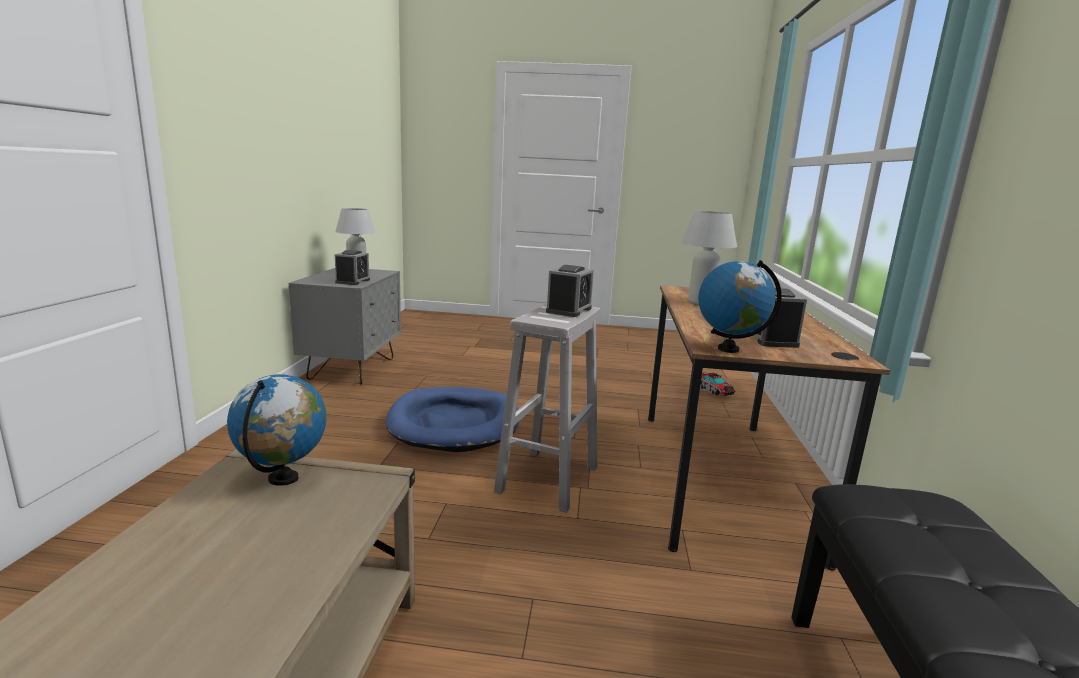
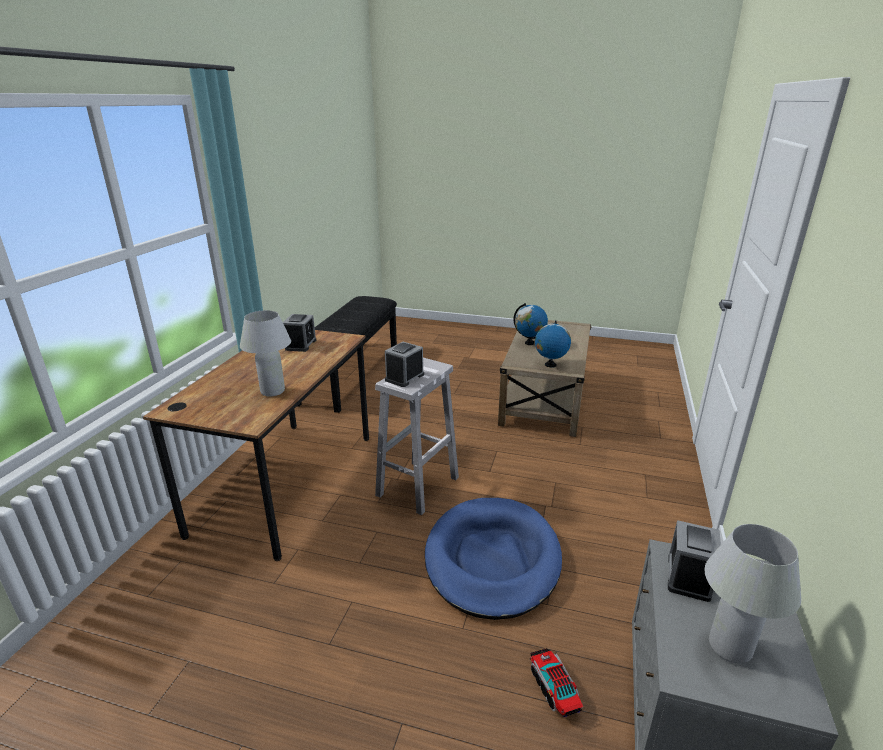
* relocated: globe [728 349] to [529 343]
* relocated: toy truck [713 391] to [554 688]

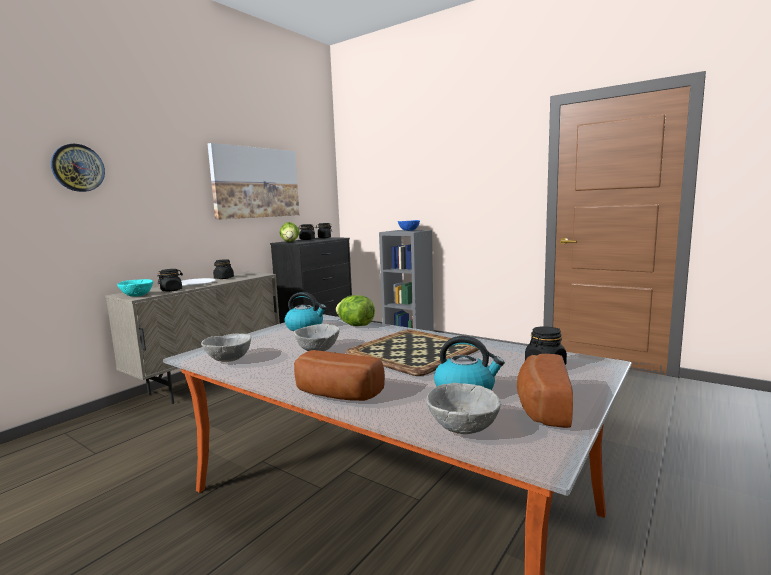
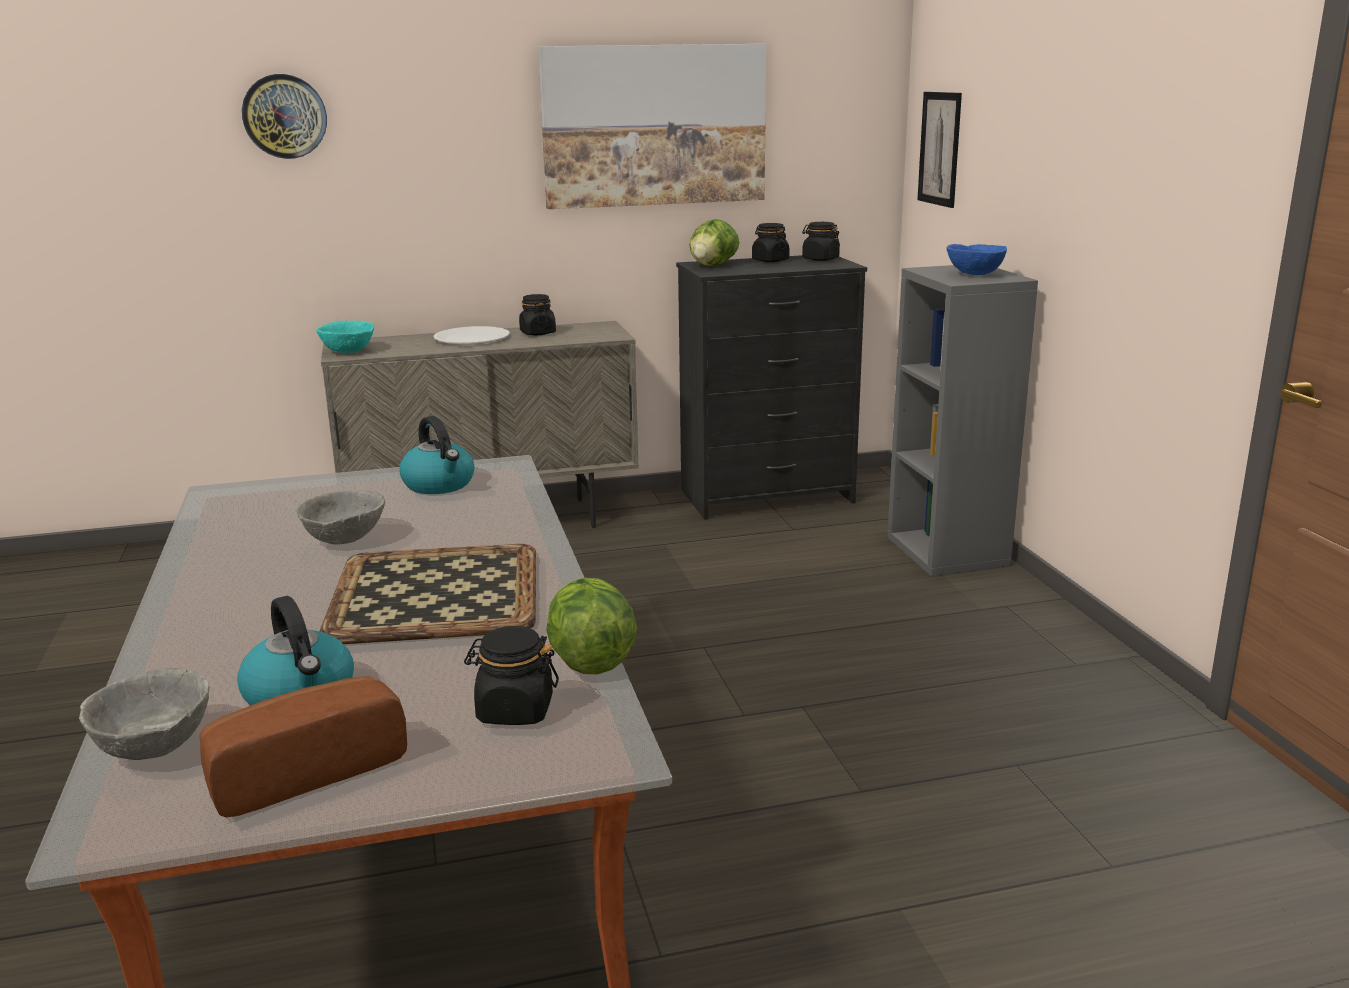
* missing: jar (black) [171 290]
* missing: bowl (grey) [228 360]
* missing: bread [335 395]
* relocated: lettuce [355 325] to [591 661]
* appeared: picture [940 148]

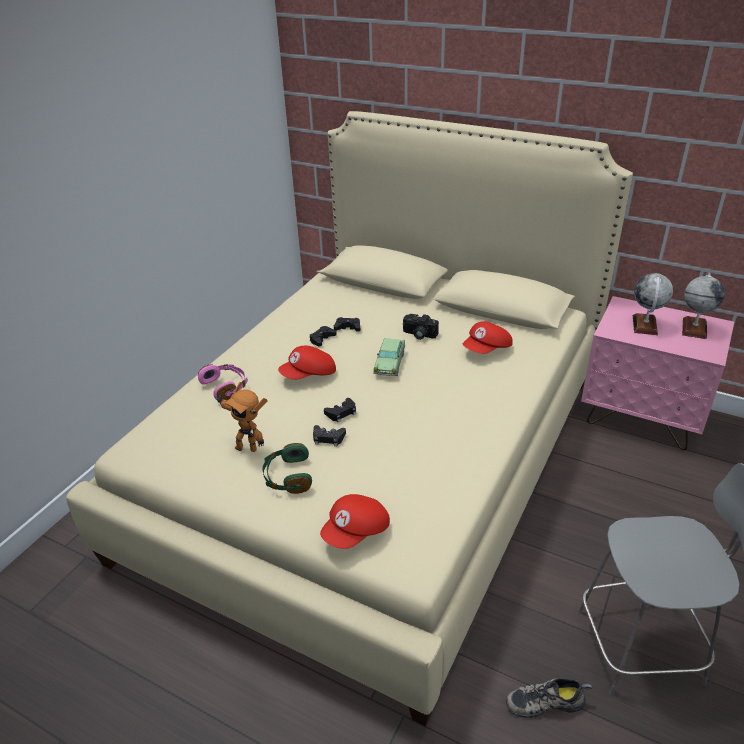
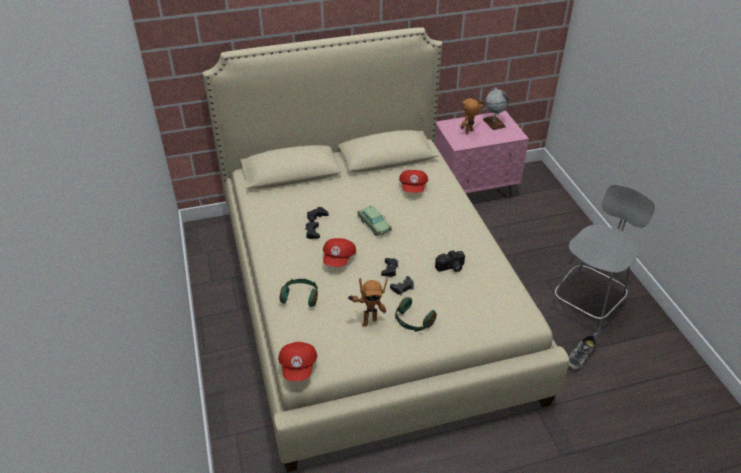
* colour: headphones (pink) [226 387] to headphones (green) [300 296]
* relocated: cap (red) [357 532] to [299 367]
* relocated: photo camera [418 334] to [450 268]
* exchanged: globe [645 325] to toy robot [470 132]

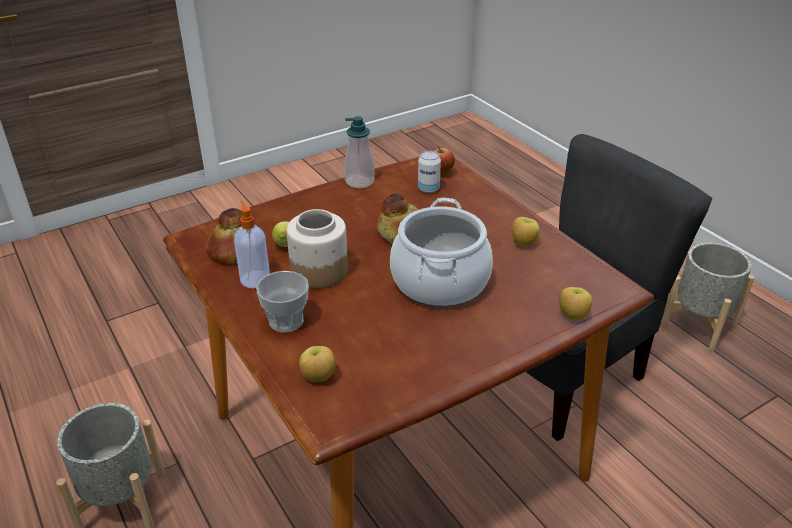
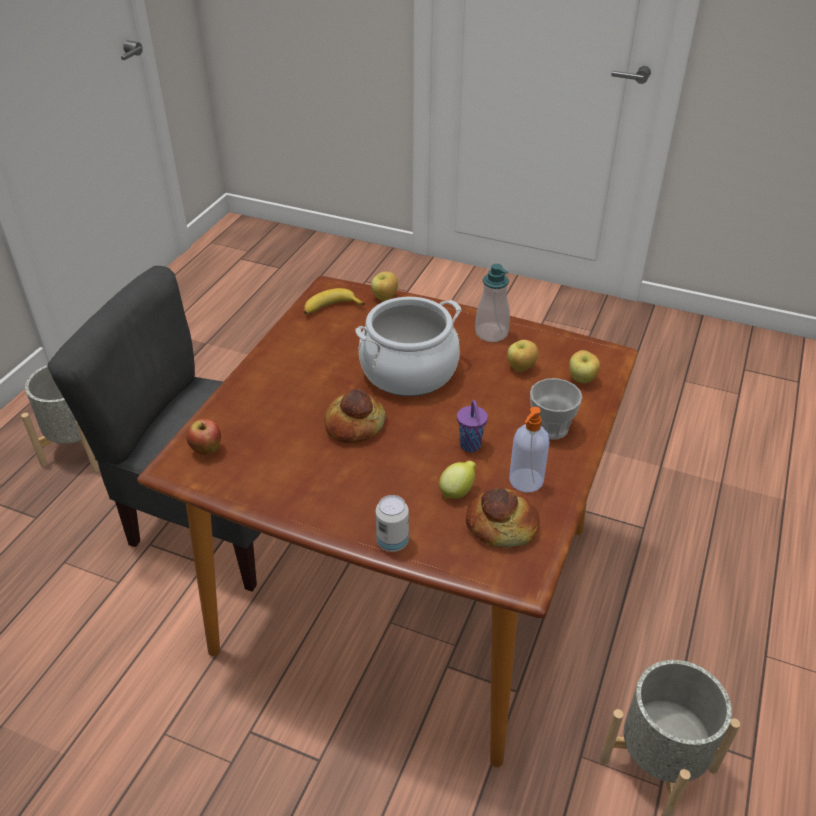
* exchanged: jar [318 271] to cup (purple) [470 446]
* relocated: soap dispenser [359 181] to [491 333]
* relocated: can [428 189] to [392 542]
* relocated: apple [523 243] to [521 368]
* appeared: banana [331 308]

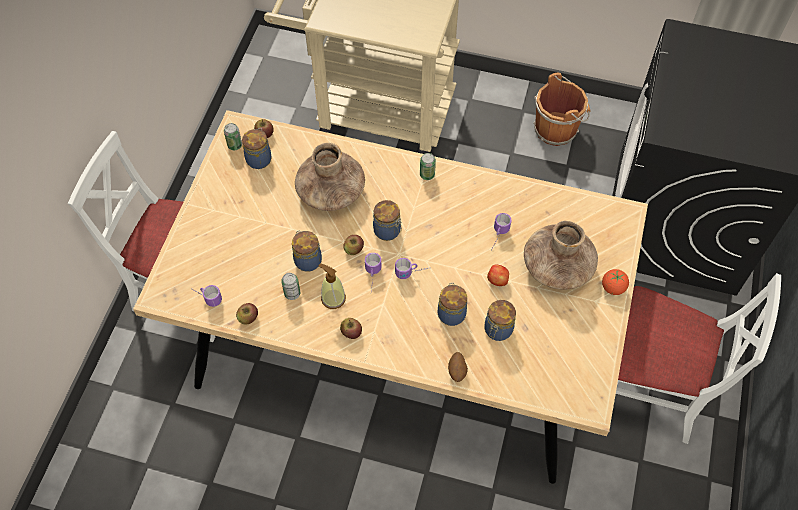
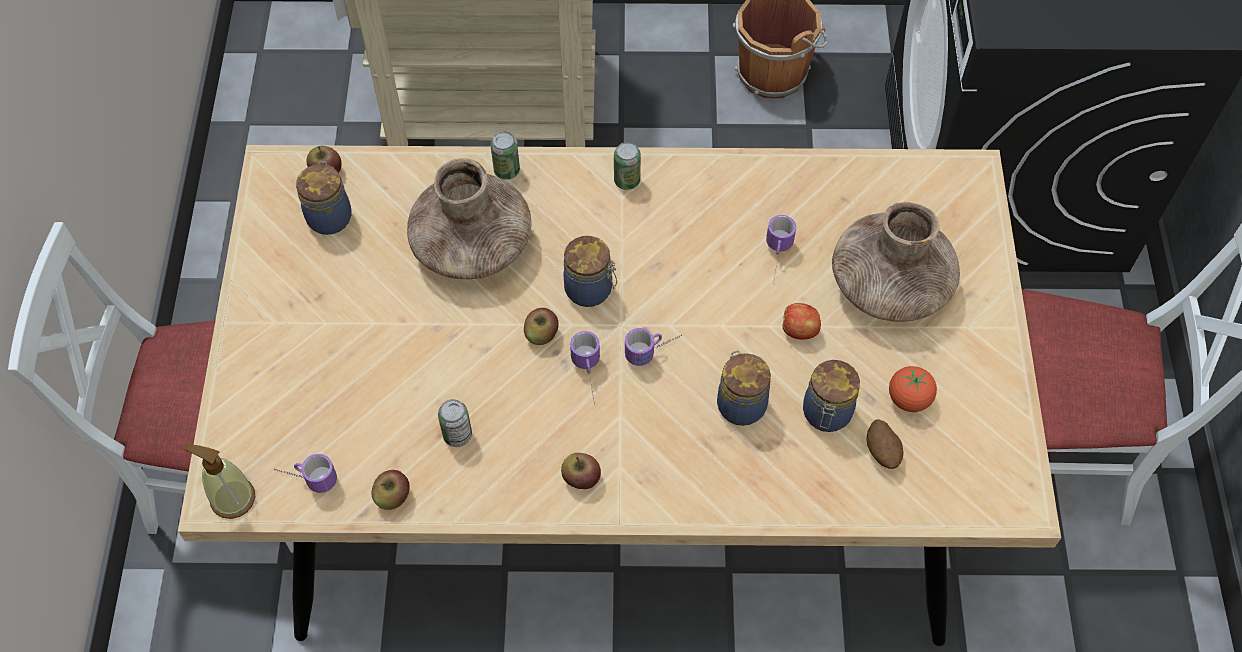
* relocated: can [235 145] to [506 170]
* missing: jar [307 260]
* relocated: soap dispenser [333 298] to [232 498]
* relocated: potato [457 371] to [882 452]
* relocated: tomato [613 287] to [908 399]

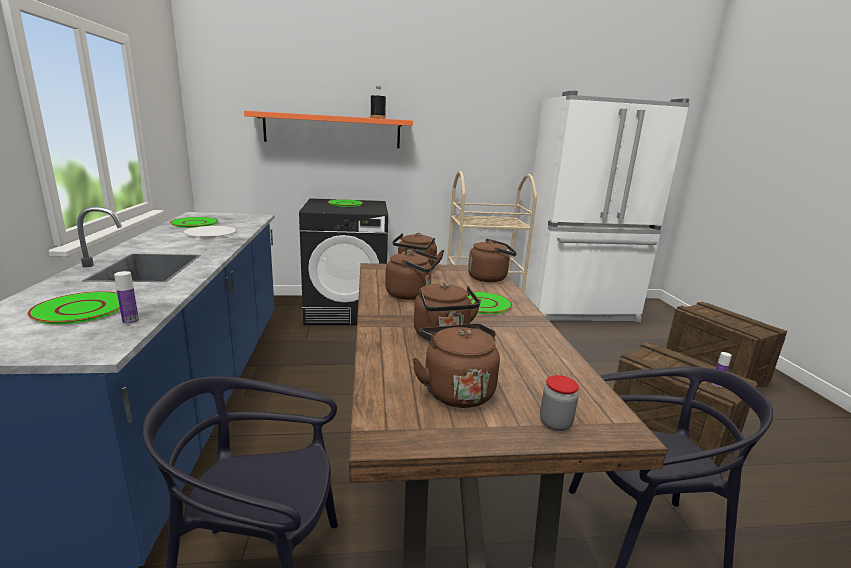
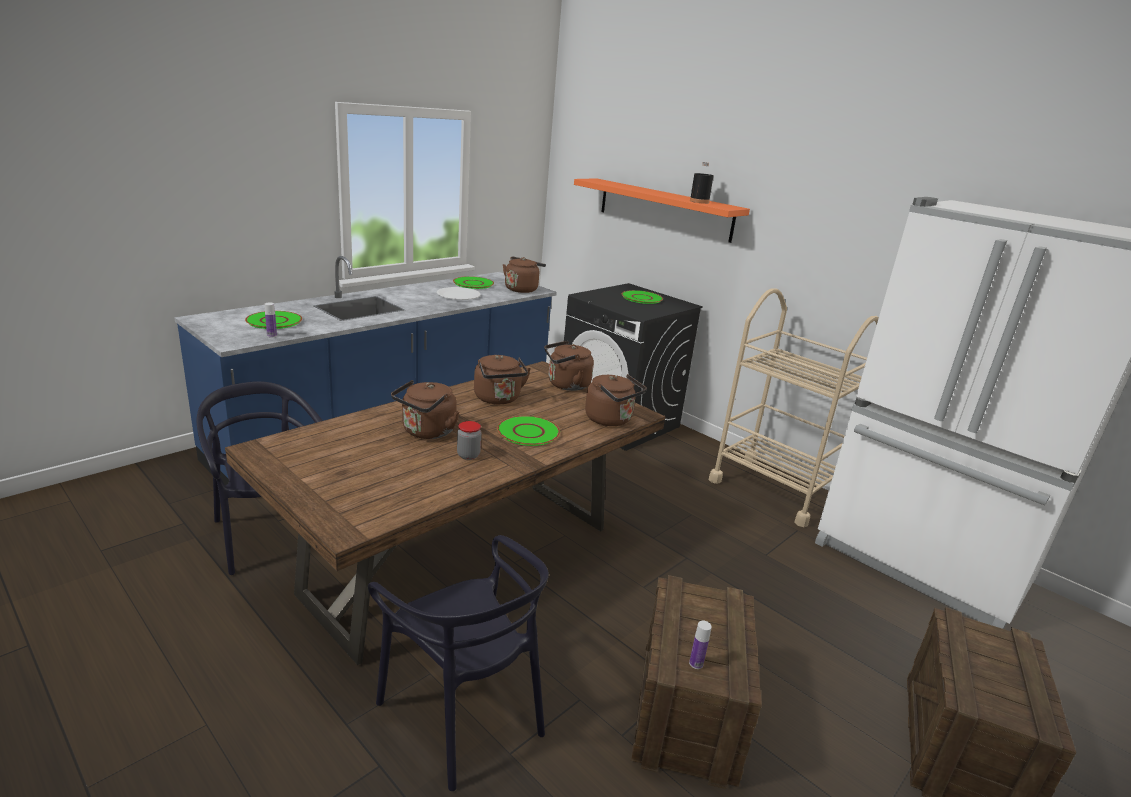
* relocated: kettle (brown) [456 390] to [522 289]
* relocated: jar [555 423] to [468 455]

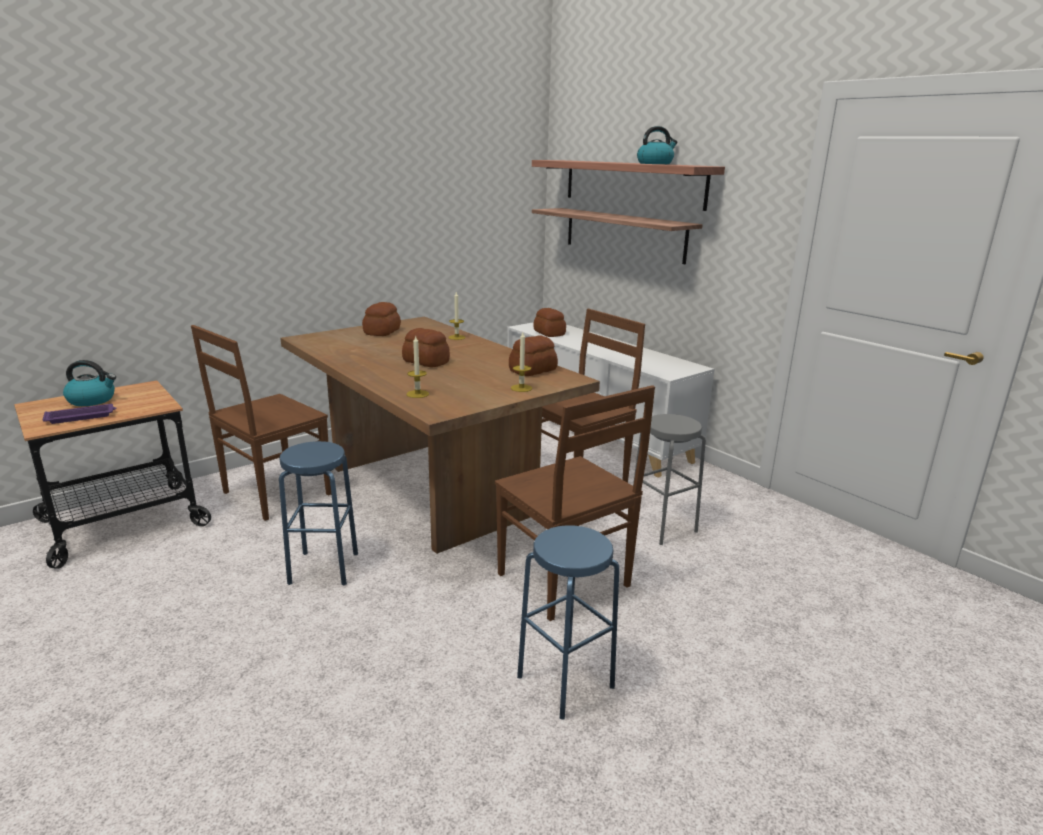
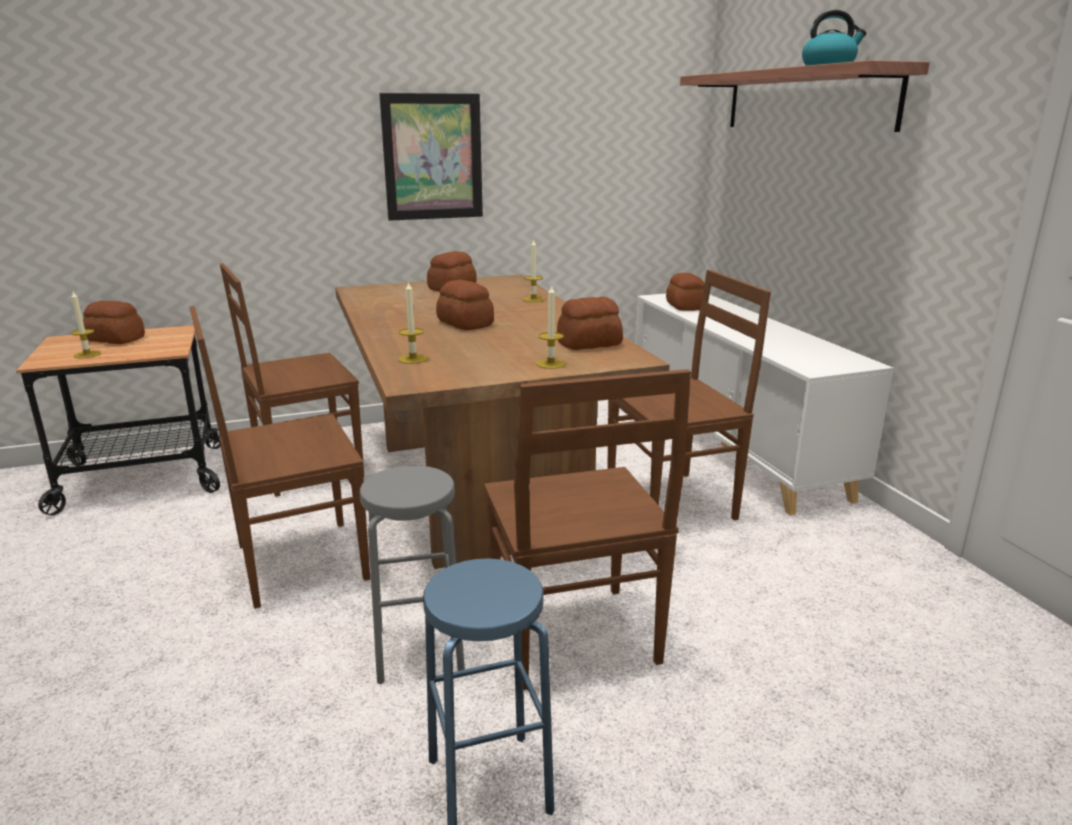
* exchanged: tray (purple) [81 417] to candle [87 354]
* exchanged: kettle [92 400] to bread [116 339]
* exchanged: stool (blue) [323 568] to chair (brown) [297 563]
* missing: shelf [623 234]
* relocated: stool (grey) [662 527] to [419 650]
* appeared: picture [433 157]

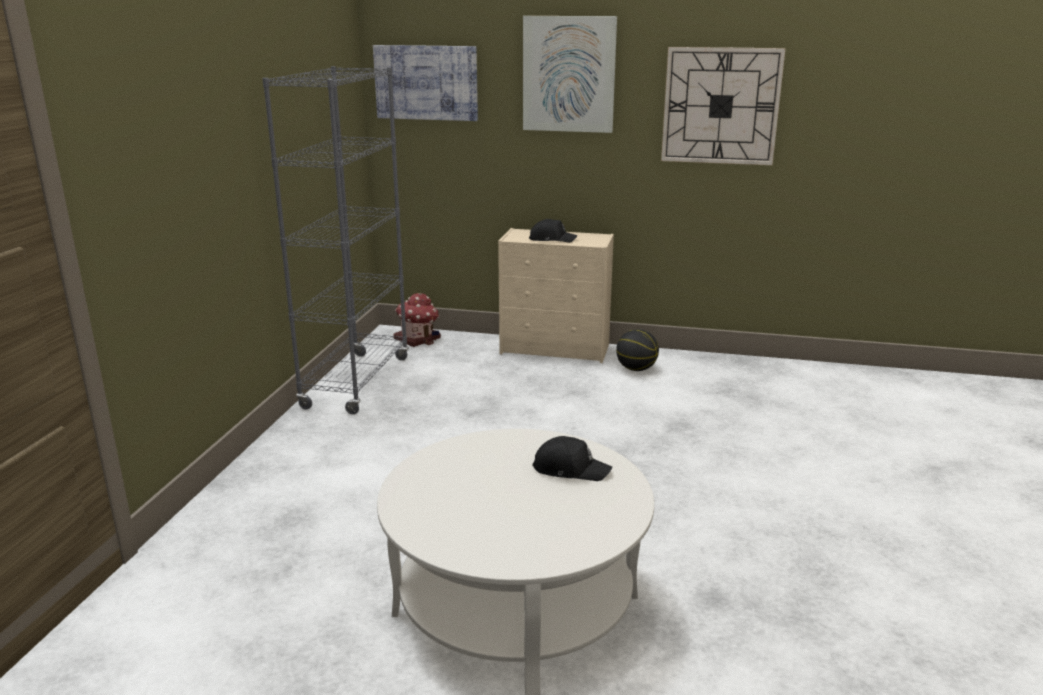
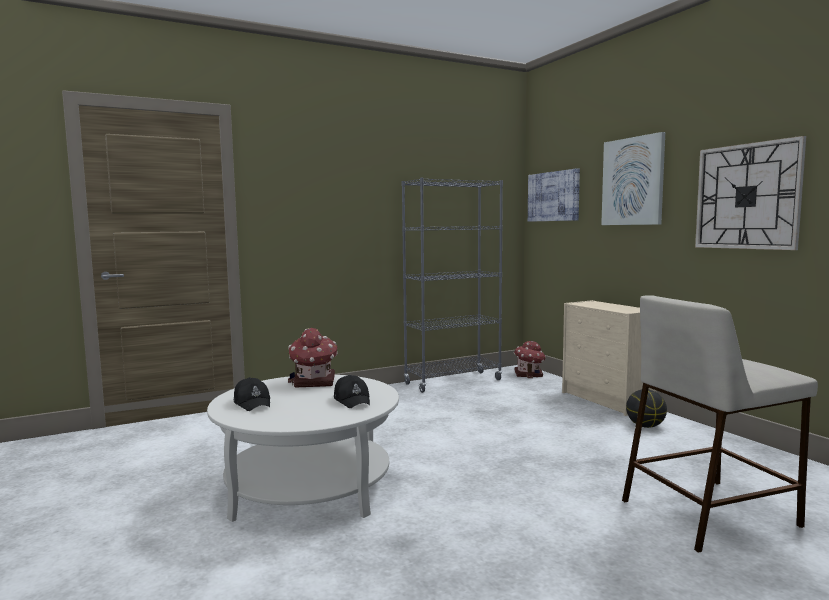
* relocated: cap (black) [552 239] to [252 403]
* appeared: toy house [314 382]
* appeared: stool (beige) [709 512]

